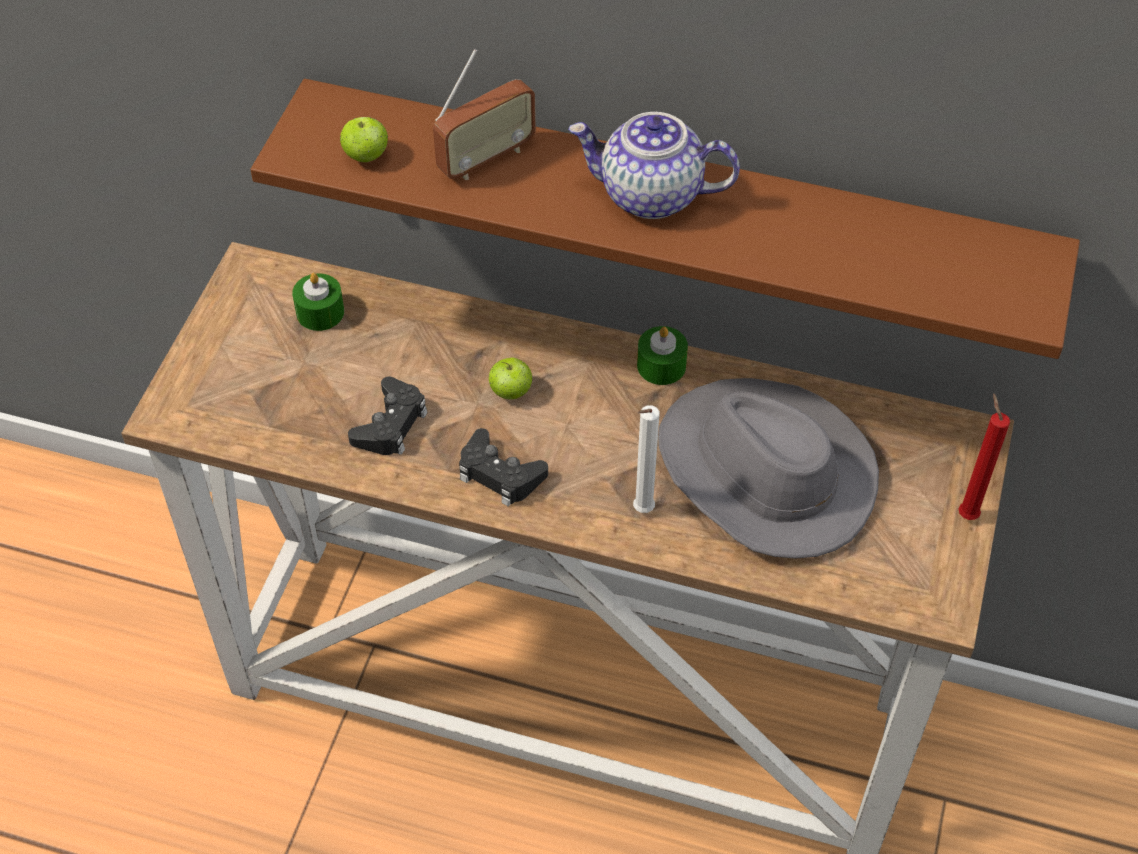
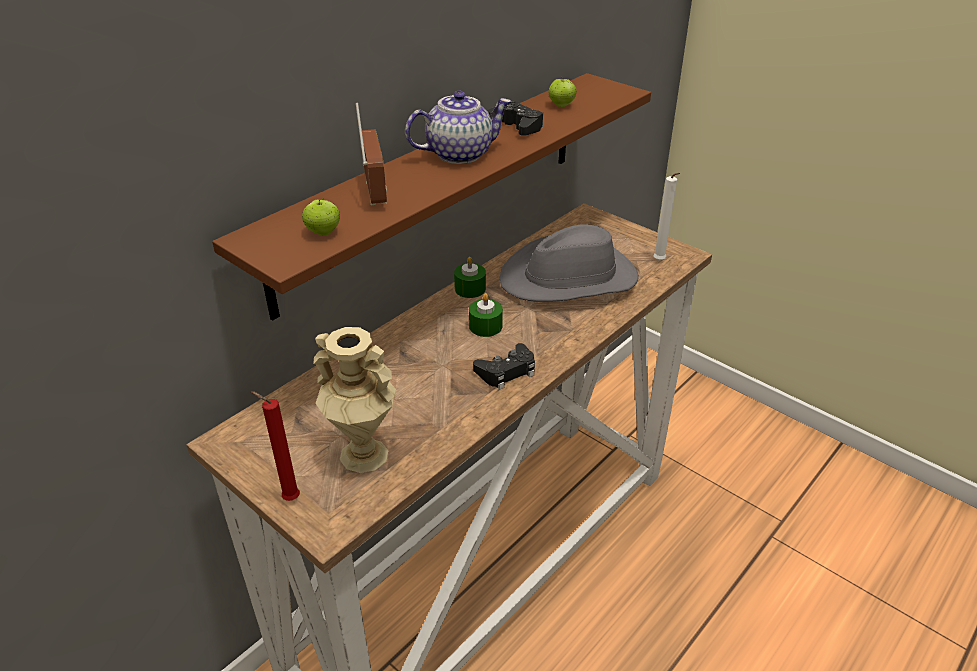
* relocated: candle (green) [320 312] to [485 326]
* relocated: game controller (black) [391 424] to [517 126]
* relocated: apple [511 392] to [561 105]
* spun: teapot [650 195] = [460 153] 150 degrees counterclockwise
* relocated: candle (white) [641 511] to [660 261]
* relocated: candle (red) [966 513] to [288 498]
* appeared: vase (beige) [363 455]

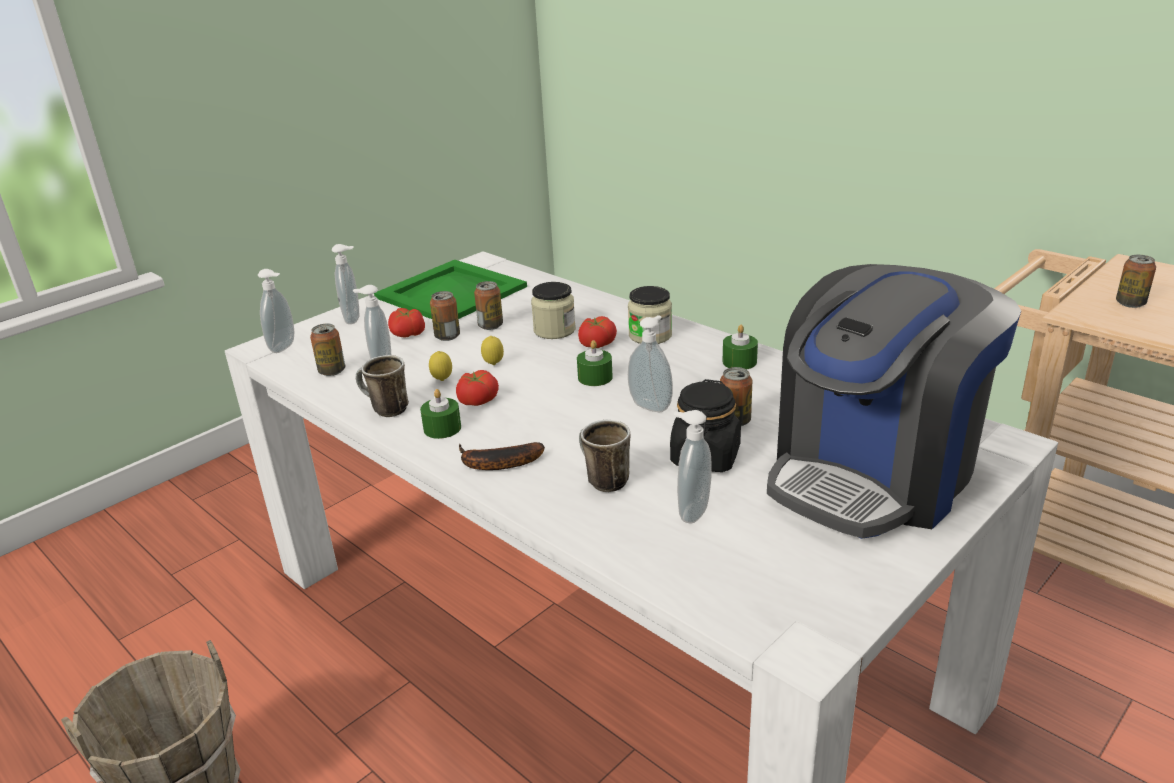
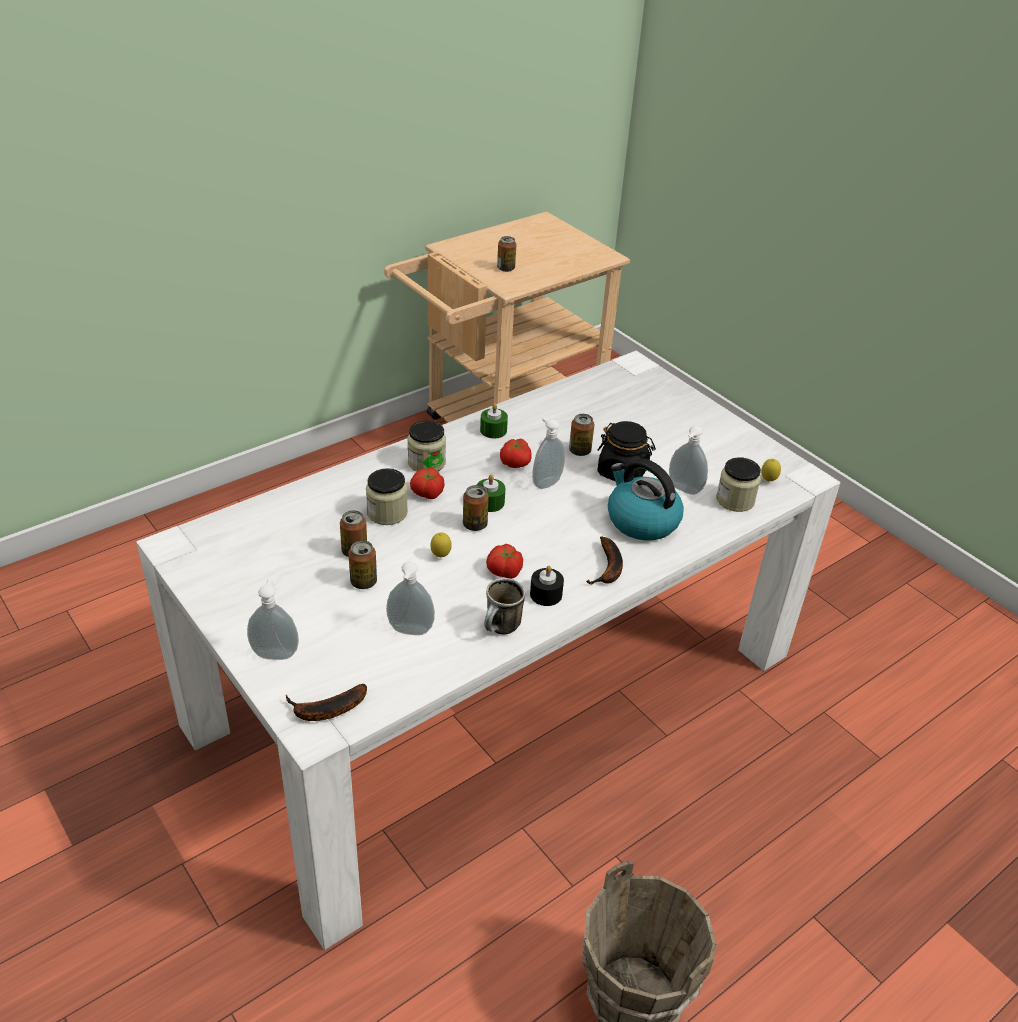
* exchanged: soap dispenser [285 347] to banana [325 710]
* relocated: can [332 371] to [475 525]
* missing: tray (green) [452 292]
* relocated: tomato [408 334] to [516 462]
* colour: candle (green) [442 428] to candle (black) [546 594]
* relocated: lemon [442 380] to [768 481]
* exchanged: mug [601 480] to kettle [641 520]
* missing: coffee machine [874 473]
* appeared: jar [735 500]

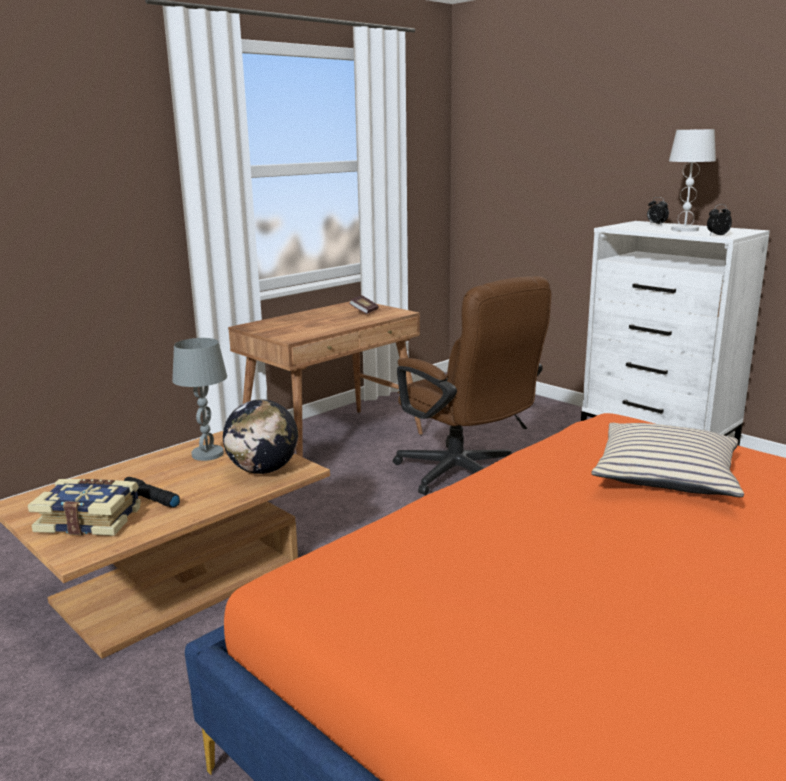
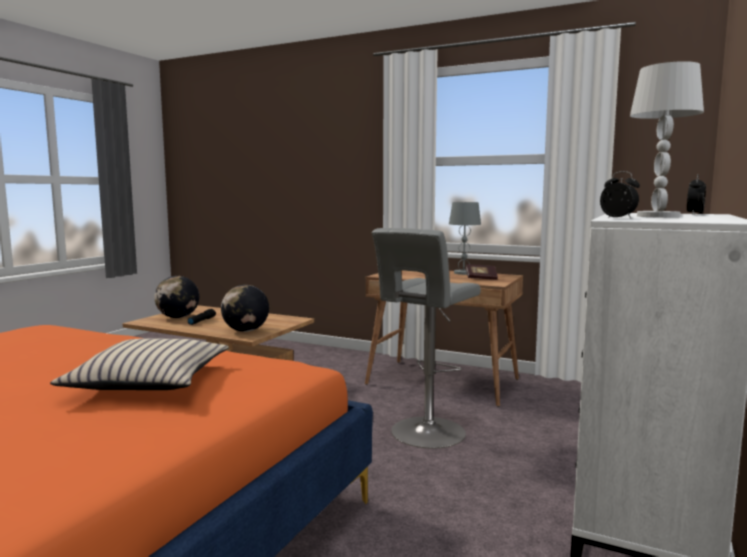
* exchanged: book [90 520] to globe [178 317]
* relocated: table lamp (grey) [207 454] to [463 273]
* exchanged: office chair (brown) [465 476] to stool (grey) [425 434]

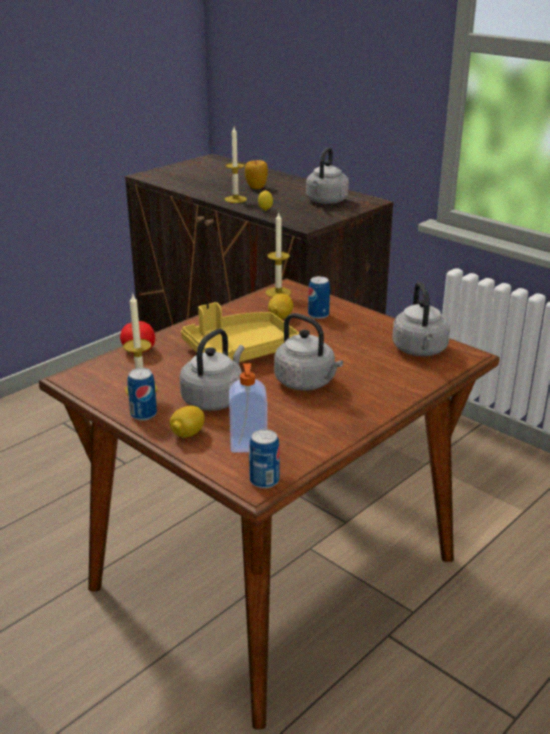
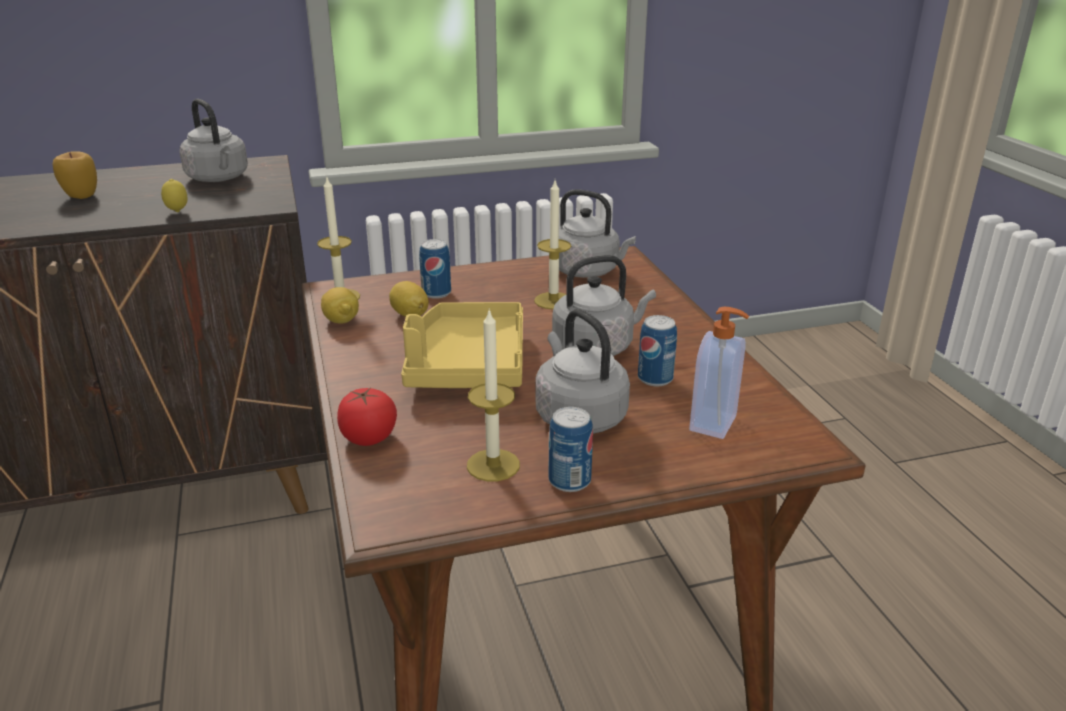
* relocated: lemon [187 434] to [341 321]
* relocated: candle [235 199] to [553 301]
* relocated: can [264 481] to [655 379]

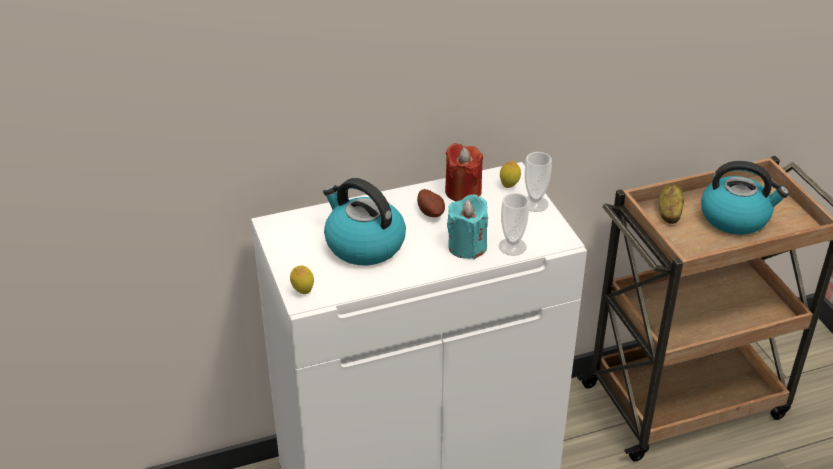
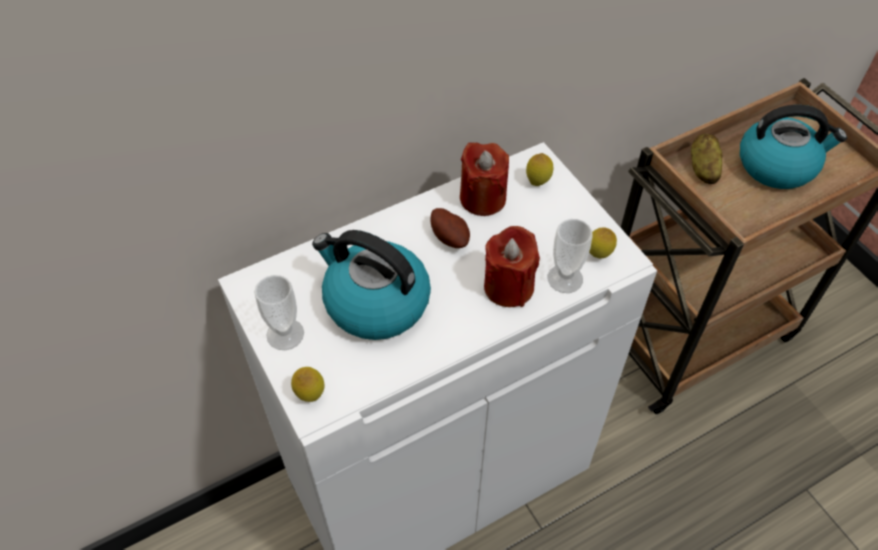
* colour: candle (turquoise) [467 246] to candle (red) [508 287]
* relocated: cup [535 204] to [285 334]
* appeared: lemon [598 255]

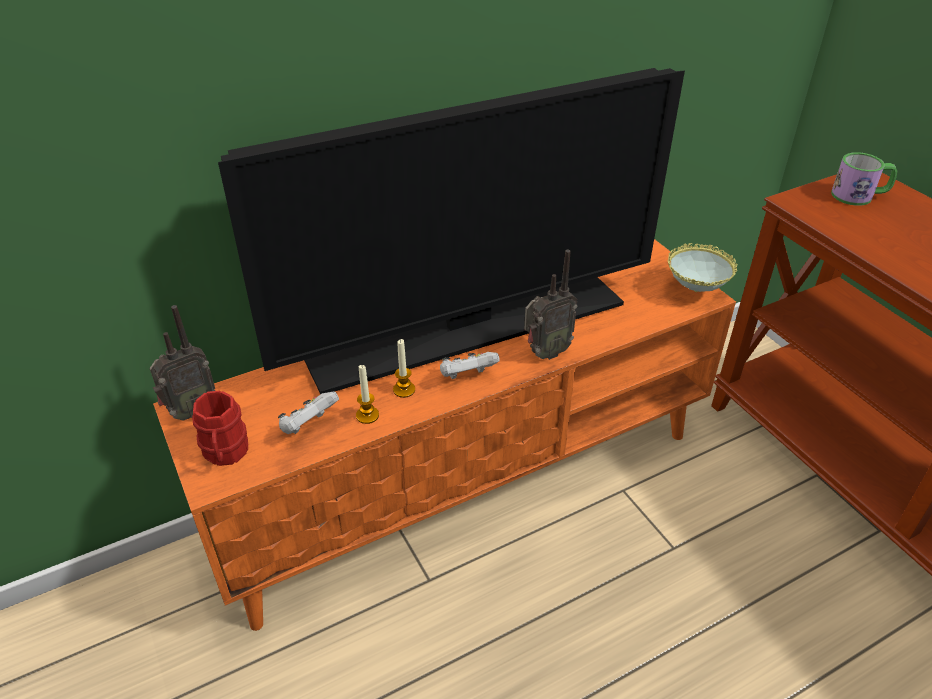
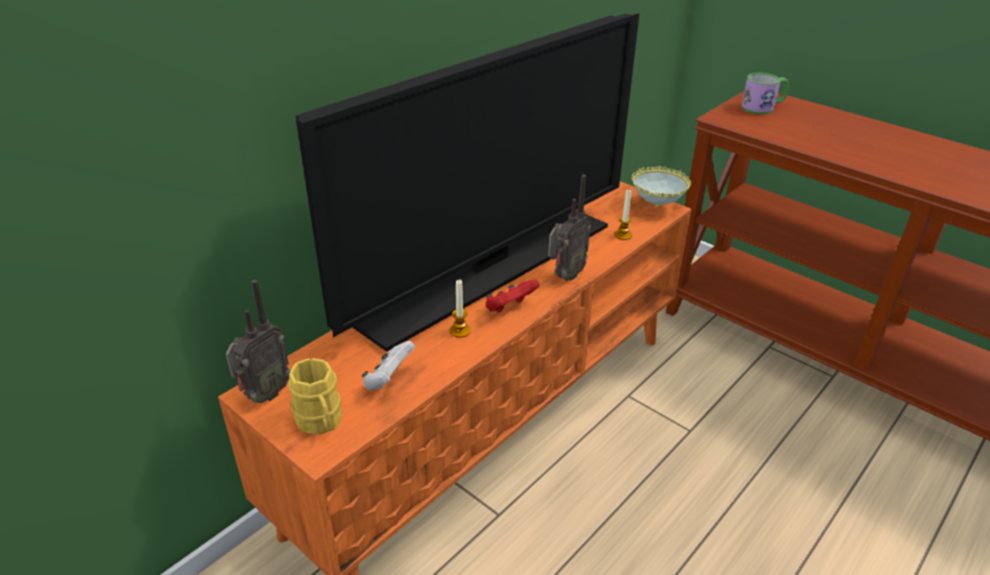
* colour: mug (red) [225 454] to mug (yellow) [321 422]
* relocated: candle [367 415] to [623 235]
* colour: game controller (white) [467 376] to game controller (red) [509 308]

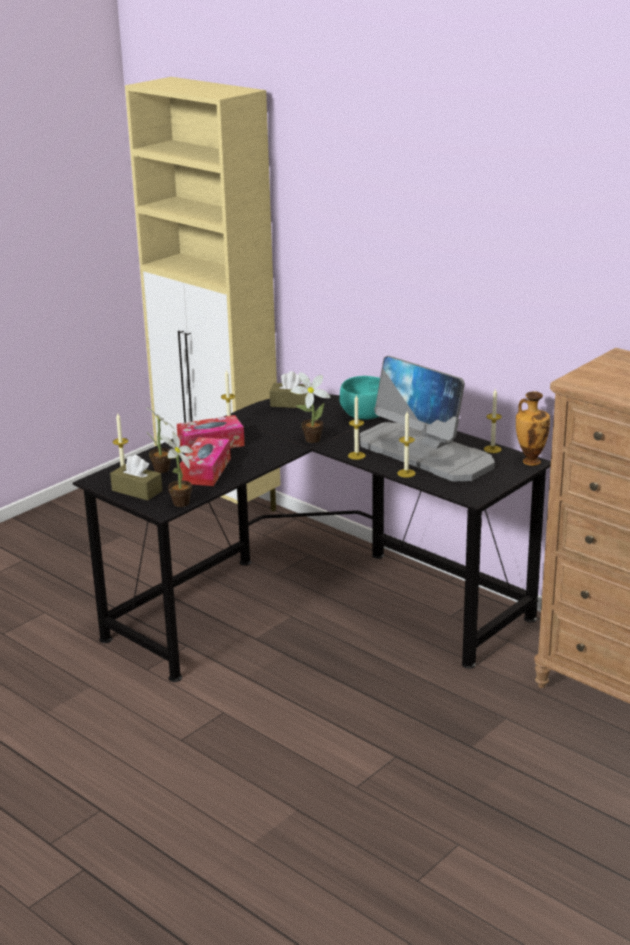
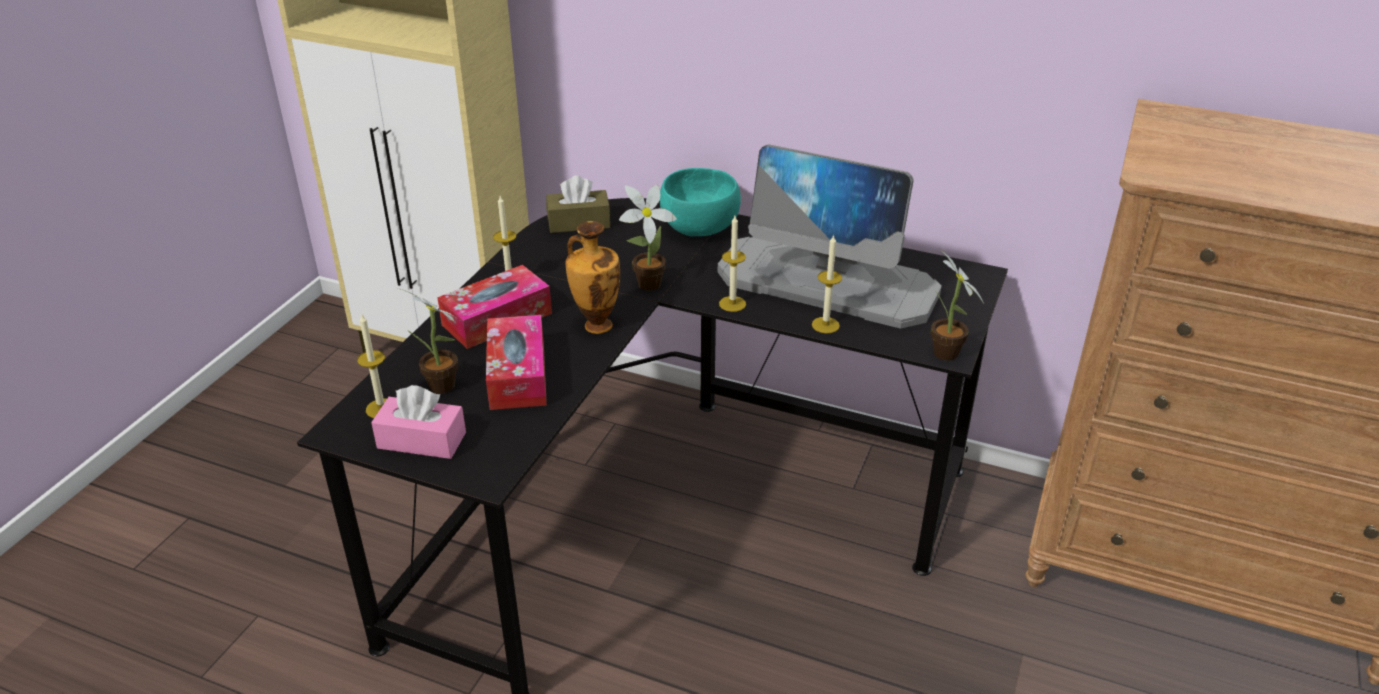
* colour: tissue box (brown) [137 491] to tissue box (pink) [421 440]
* relocated: potted plant [179 504] to [945 356]
* missing: candle [492 449]
* relocated: vase [530 461] to [596 325]

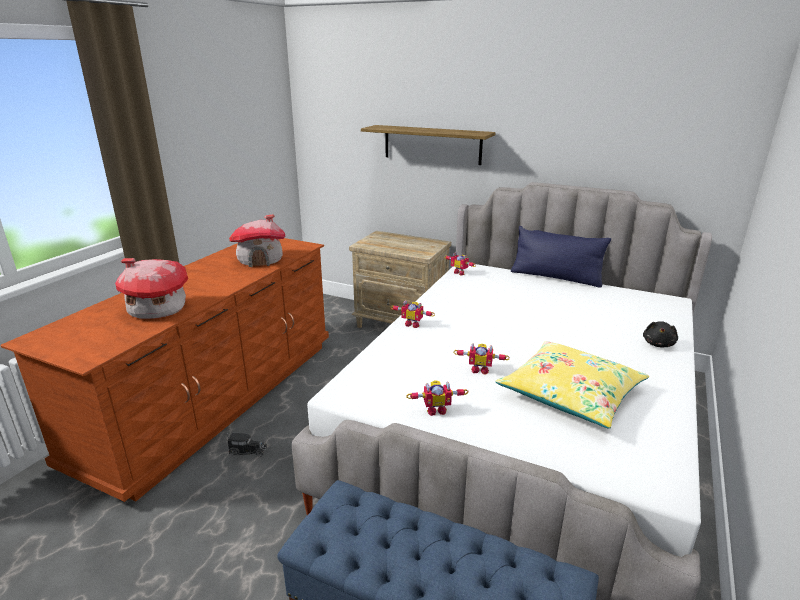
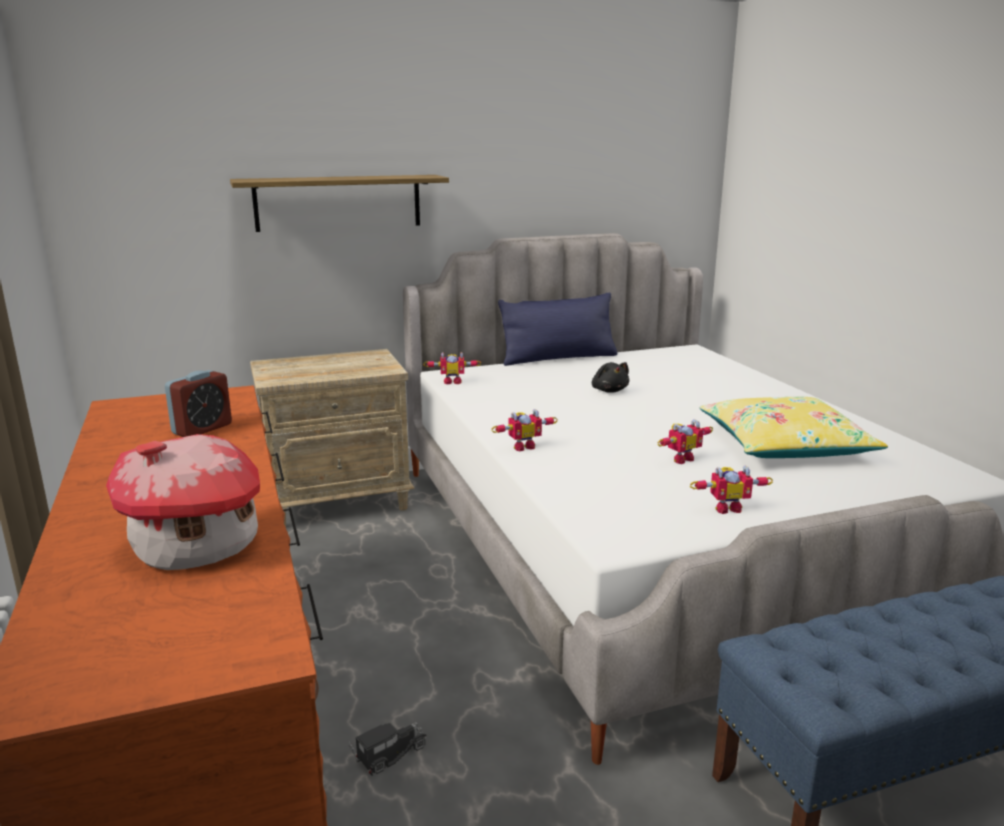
* exchanged: toy house [261 260] to alarm clock [202 429]
* spun: toy robot [436 409] = [726 508] 45 degrees clockwise
* relocated: plush toy (black) [658 344] to [609 390]

